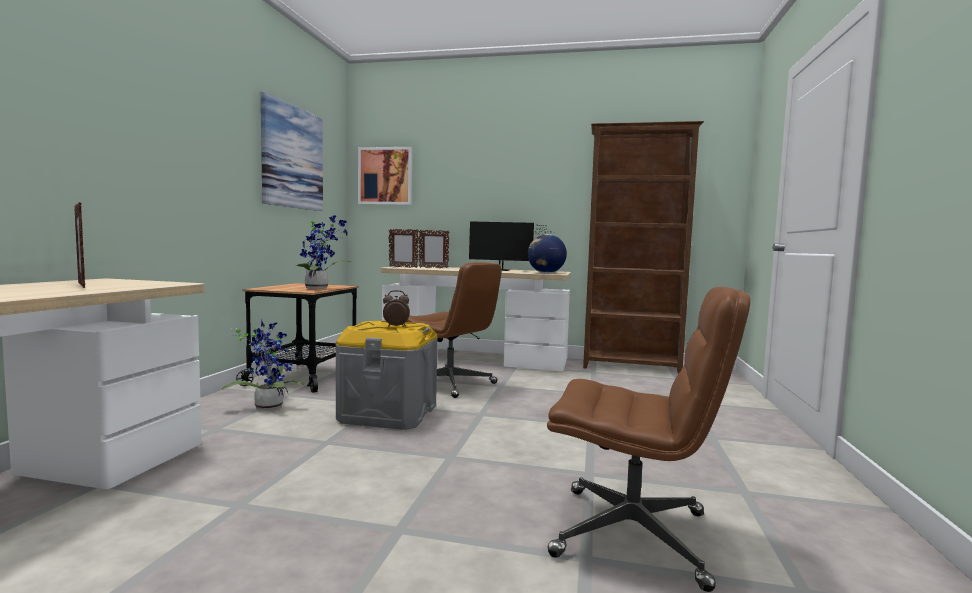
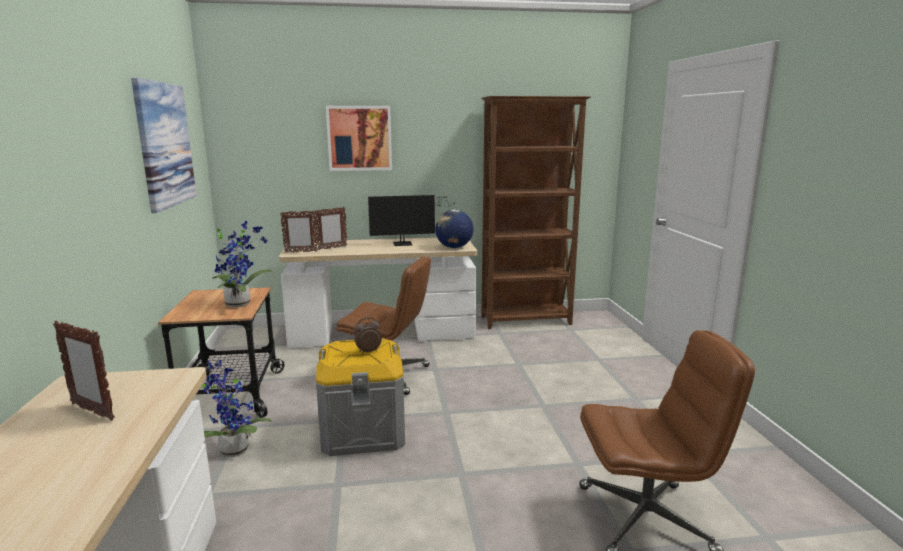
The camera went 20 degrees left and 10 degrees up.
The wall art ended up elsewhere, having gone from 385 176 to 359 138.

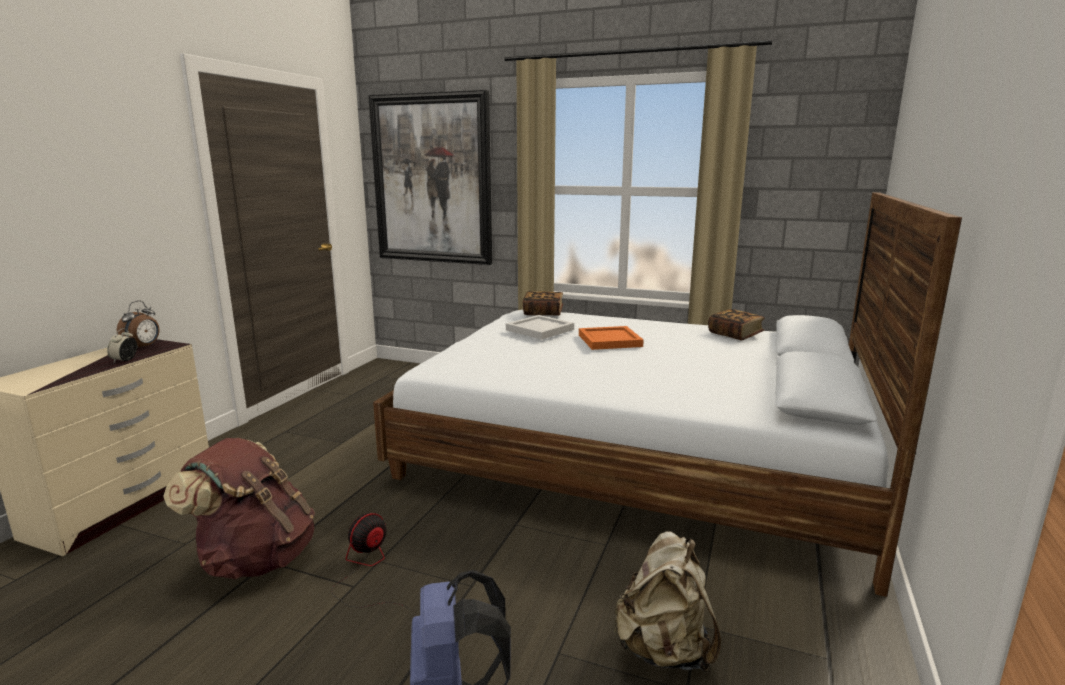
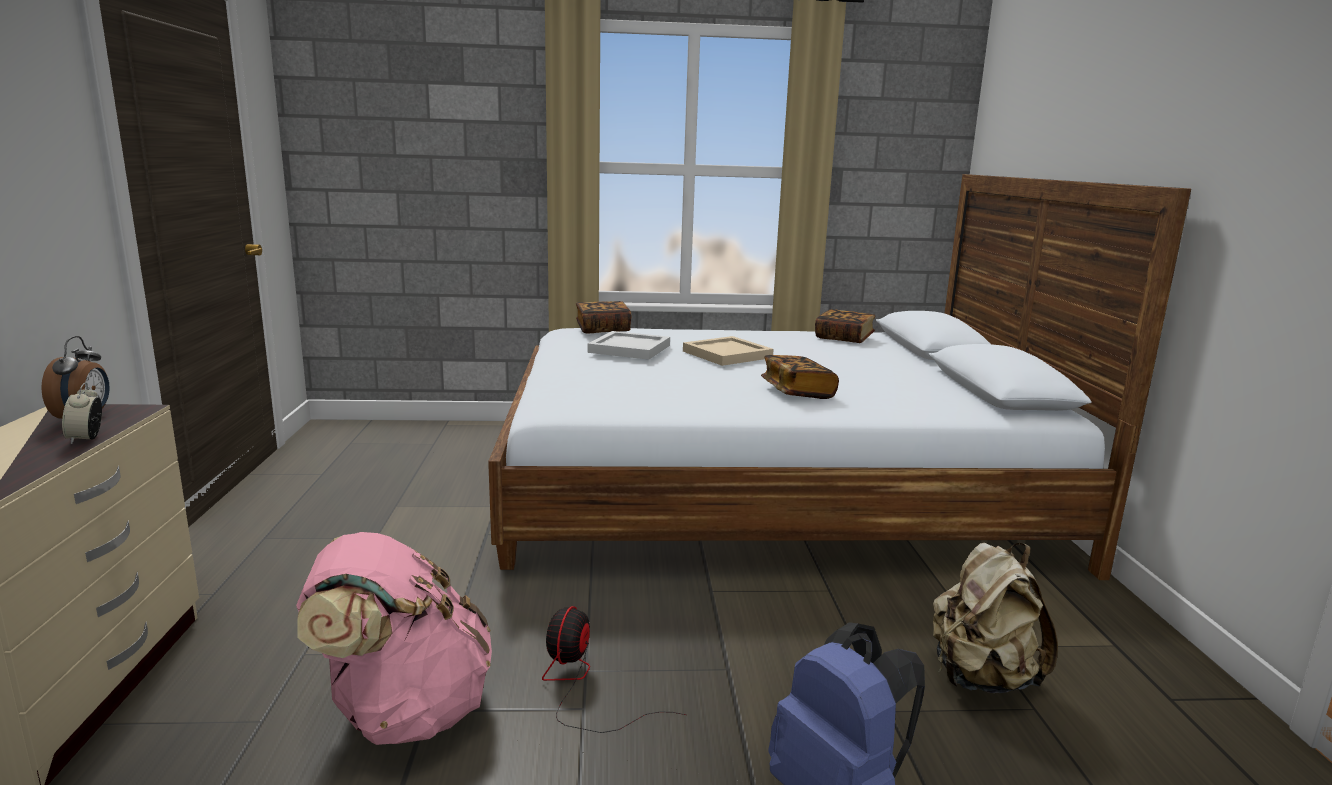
The camera went 25 degrees left and 0 degrees up.
The second view lost the wall art at 432 180.
What was the serving tray/orange-coloured at 610 340 turned into the serving tray/beige at 727 354.
What was the rucksack/brown-coloured at 255 559 turned into the rucksack/pink at 403 712.
The second view gained the book at 797 392.

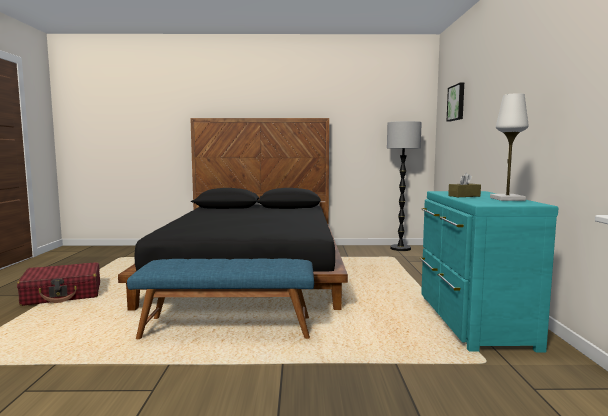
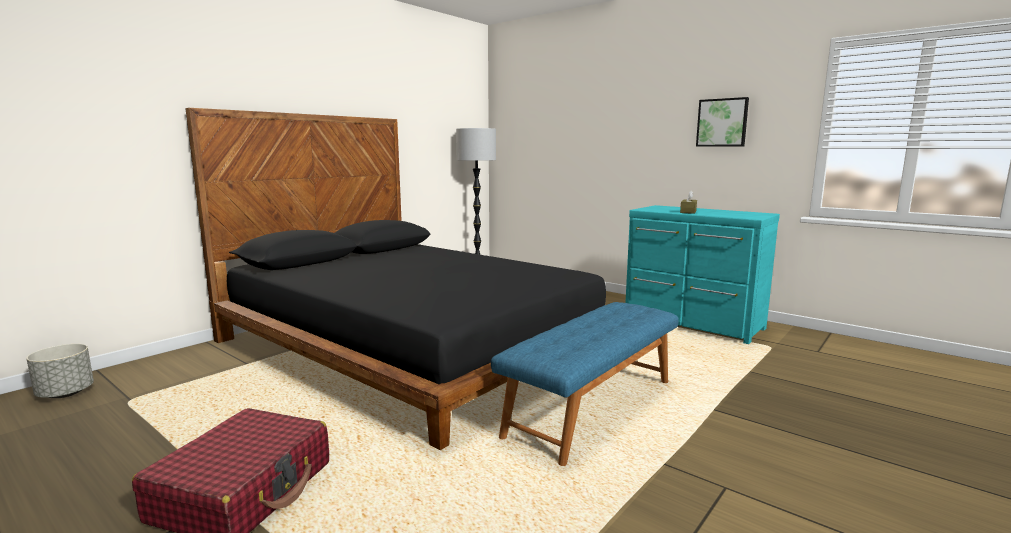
The camera went 50 degrees left and 5 degrees up.
The wall art ended up elsewhere, having gone from 457 102 to 722 122.
The second view lost the tabletop lamp/white-coloured at 507 199.
The second view gained the plant pot/grey at 65 394.

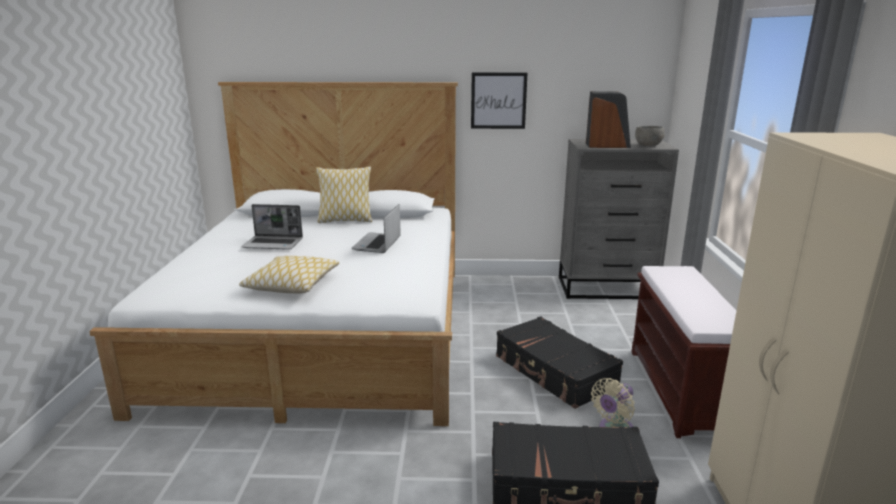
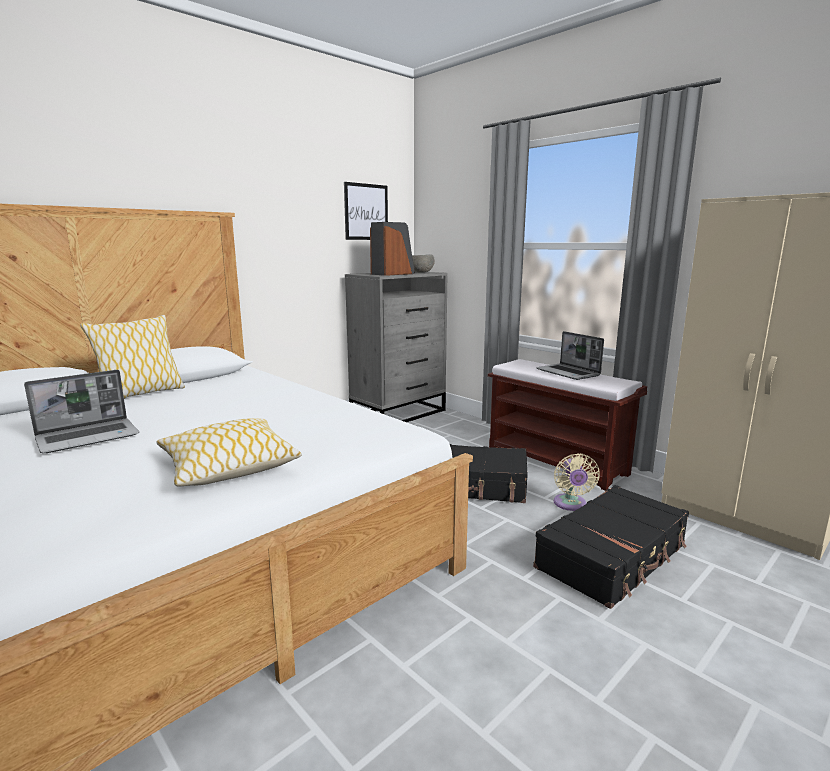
The camera went 45 degrees left and 5 degrees down.
The wall art ended up elsewhere, having gone from 498 100 to 366 212.
The notebook computer ended up elsewhere, having gone from 377 244 to 568 373.

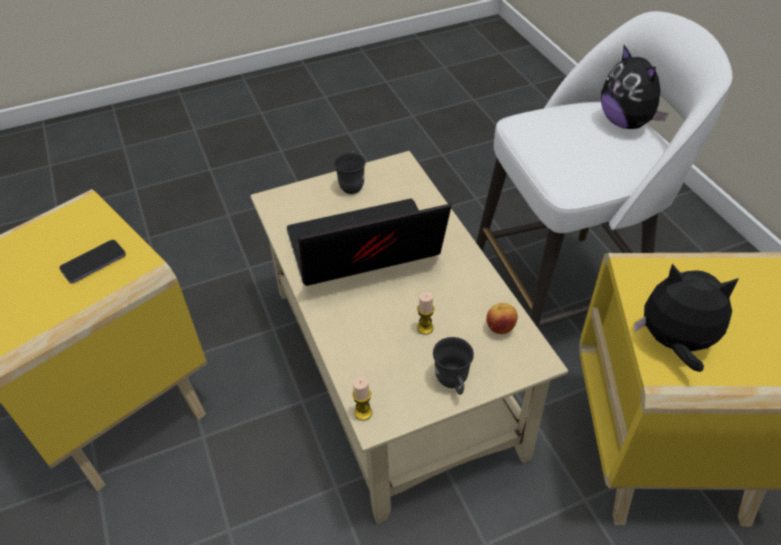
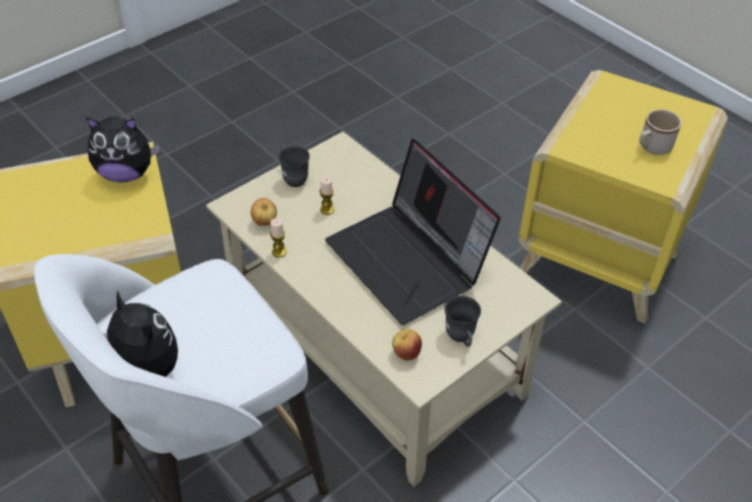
The camera went 160 degrees right and 0 degrees up.
The notebook computer at 362 253 ended up facing another way, 90 degrees clockwise from before.
The second view lost the handset at 93 262.
The wax light ended up elsewhere, having gone from 363 412 to 279 252.
The second view gained the mug/beige at 651 148.
The second view gained the apple at 406 354.

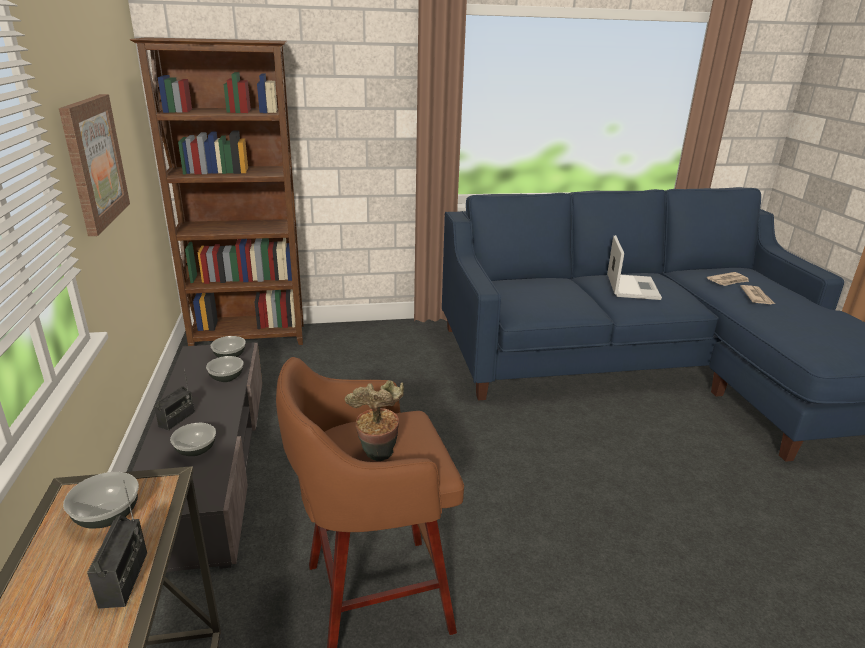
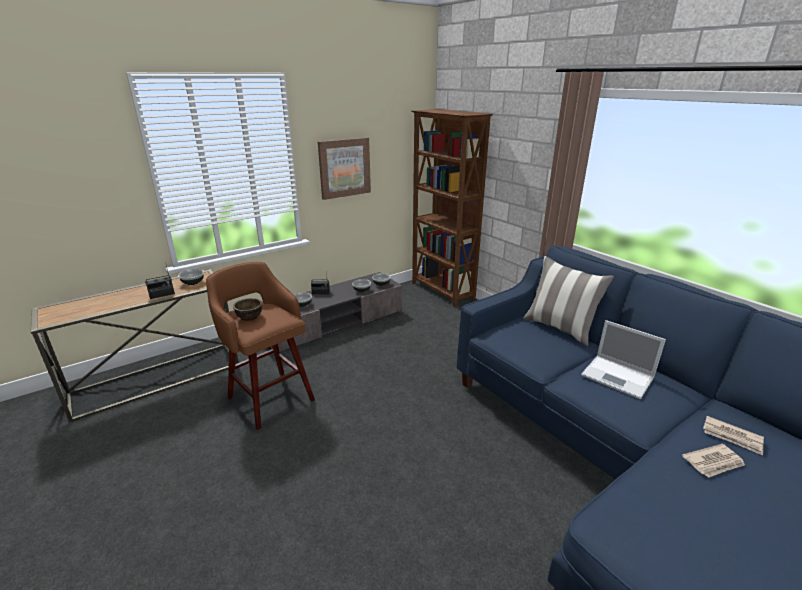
The camera went 65 degrees right and 0 degrees up.
The notebook computer at 632 287 ended up facing another way, 60 degrees clockwise from before.
Where the houseplant stood at 377 456, the serving bowl/brown-coloured came to stand at 249 317.
The second view gained the cushion at 560 328.

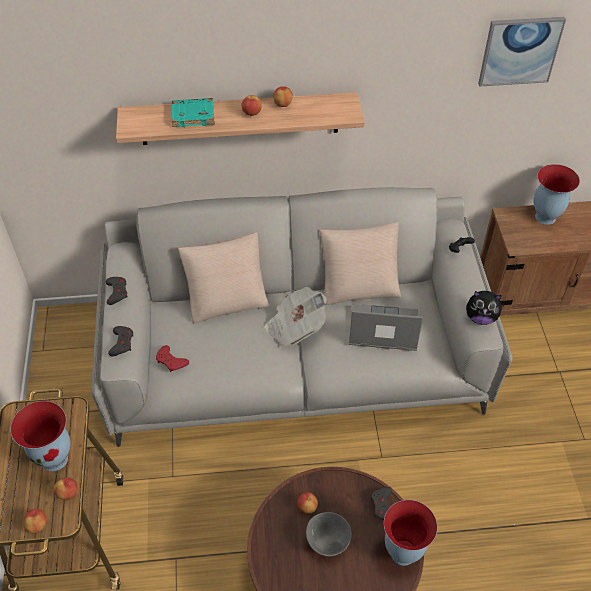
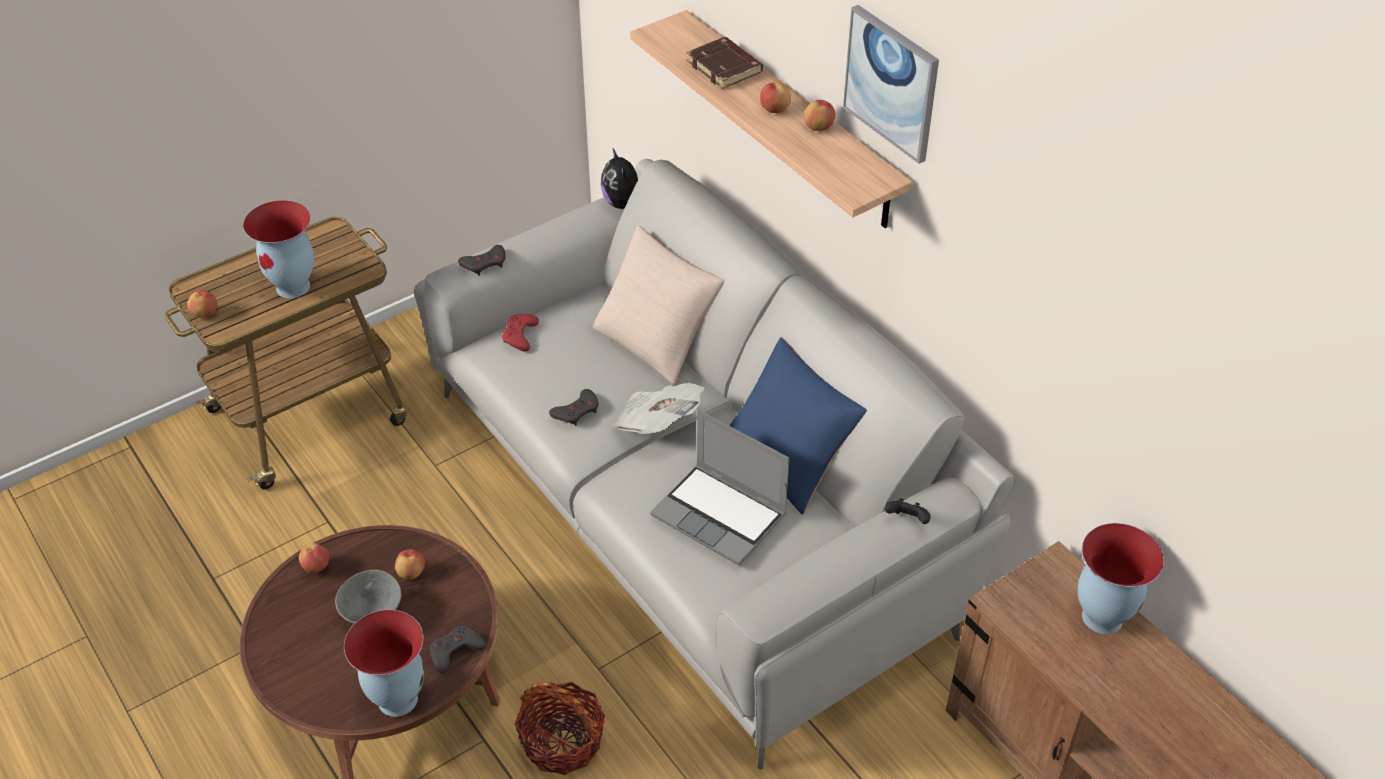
The camera went 60 degrees right and 5 degrees down.
The wall art ended up elsewhere, having gone from 520 51 to 891 83.
What was the book/blue-green at 193 115 turned into the book/brown-coloured at 725 68.
What was the cushion/beige at 359 284 turned into the cushion/blue at 789 460.
The joypad/grey ended up elsewhere, having gone from 117 292 to 576 411.
The plush toy ended up elsewhere, having gone from 480 318 to 623 203.
The notebook computer at 382 330 ended up facing another way, 150 degrees clockwise from before.
The apple ended up elsewhere, having gone from 68 493 to 316 567.
The second view gained the basket at 562 742.

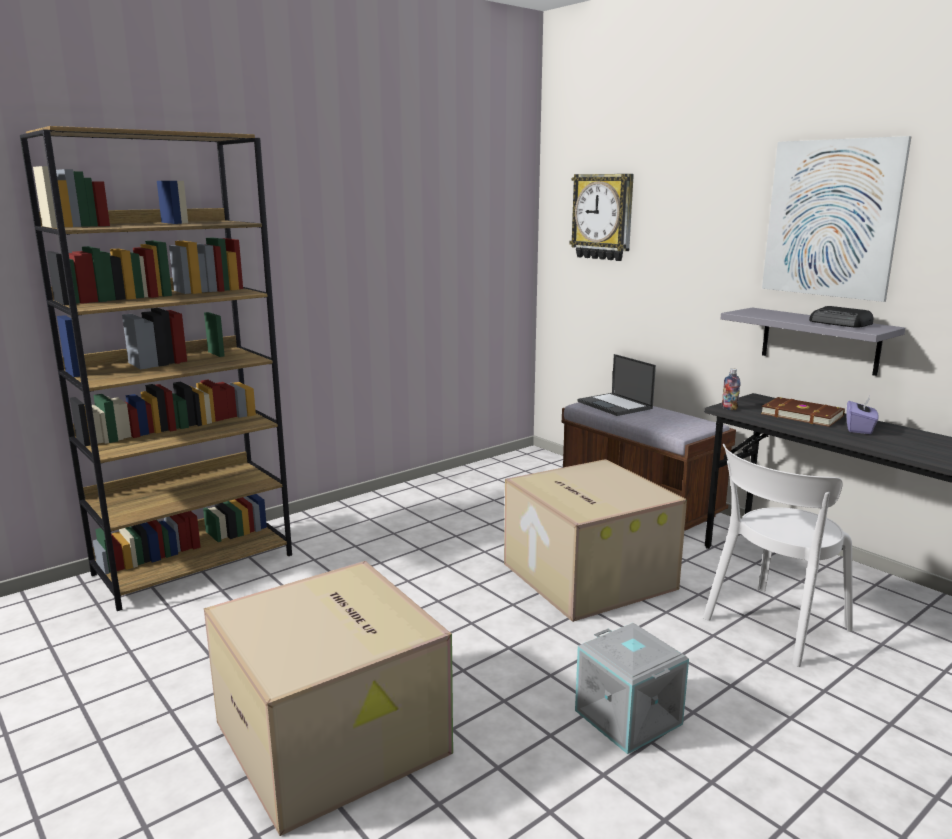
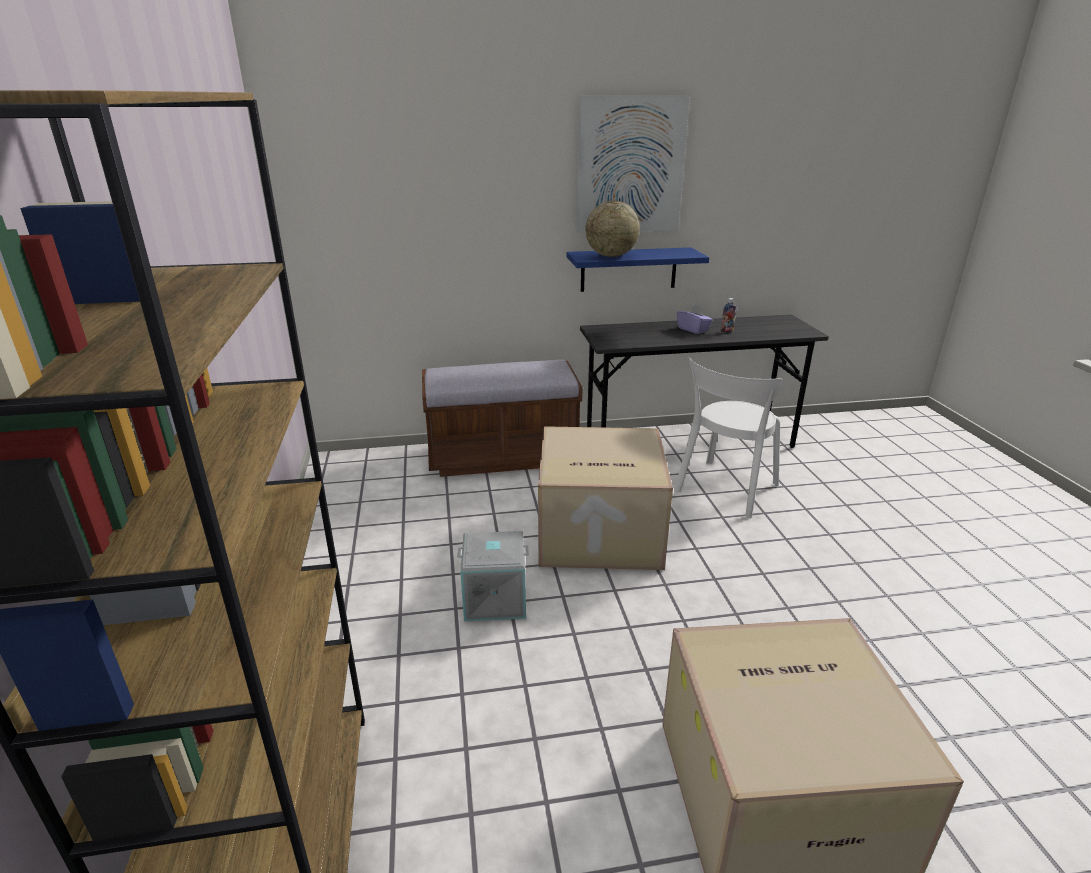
The camera went 60 degrees left and 10 degrees up.
The second view lost the hanging clock at 603 217.
The second view lost the radio at 840 323.
What was the shelf/grey at 819 340 turned into the shelf/blue at 628 269.
The second view lost the notebook computer at 615 405.
The beverage bottle ended up elsewhere, having gone from 729 408 to 727 331.
The second view lost the book/brown-coloured at 802 415.
The plain chair/white-coloured at 772 626 ended up facing another way, 45 degrees clockwise from before.
The storage box/grey ended up elsewhere, having gone from 630 717 to 495 598.
The second view gained the globe at 611 256.

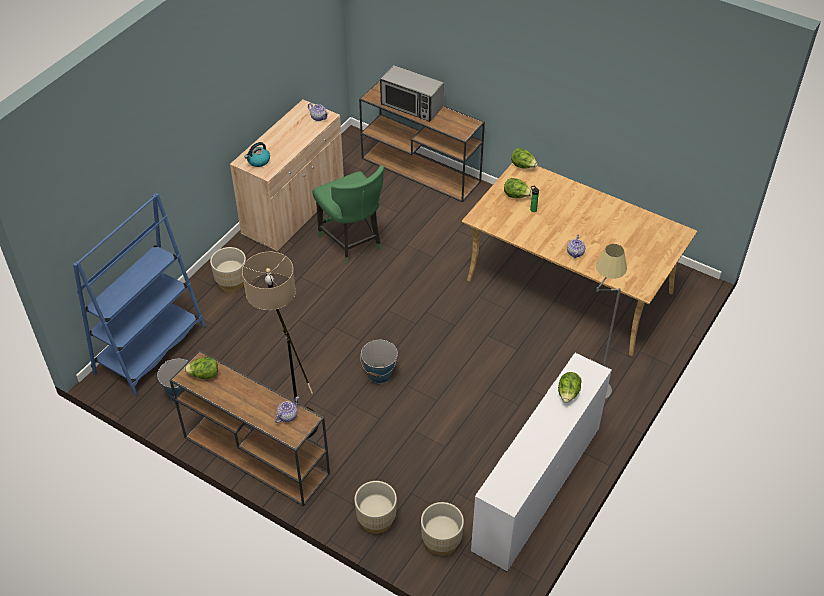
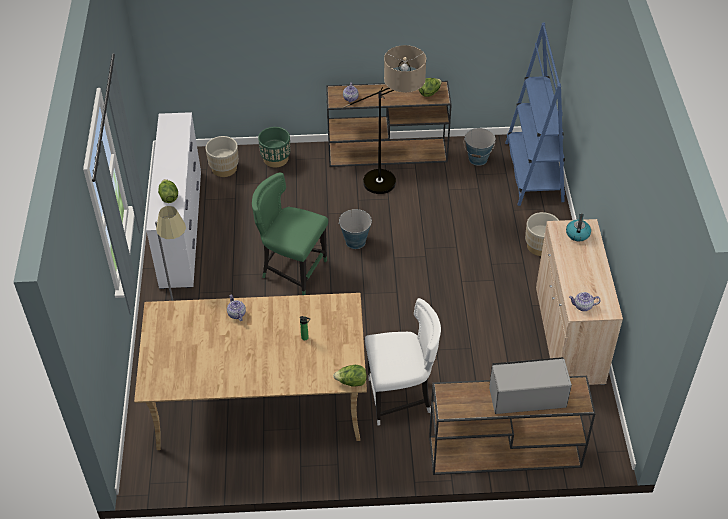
The camera went 145 degrees right and 0 degrees up.
The plain chair/green ended up elsewhere, having gone from 352 242 to 292 270.
The second view lost the lettuce head at 516 196.
What was the plant pot/beige at 376 519 turned into the plant pot/green at 276 159.
The second view gained the plain chair/white-coloured at 401 398.

